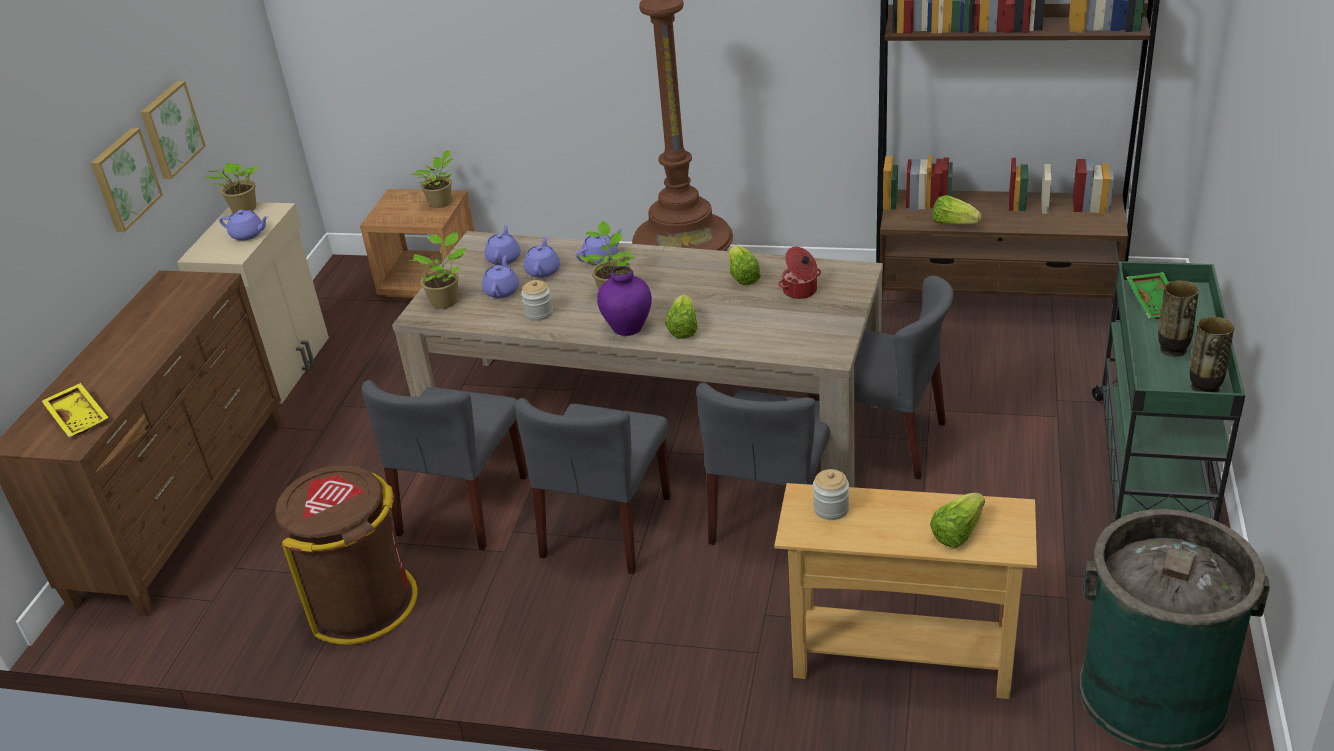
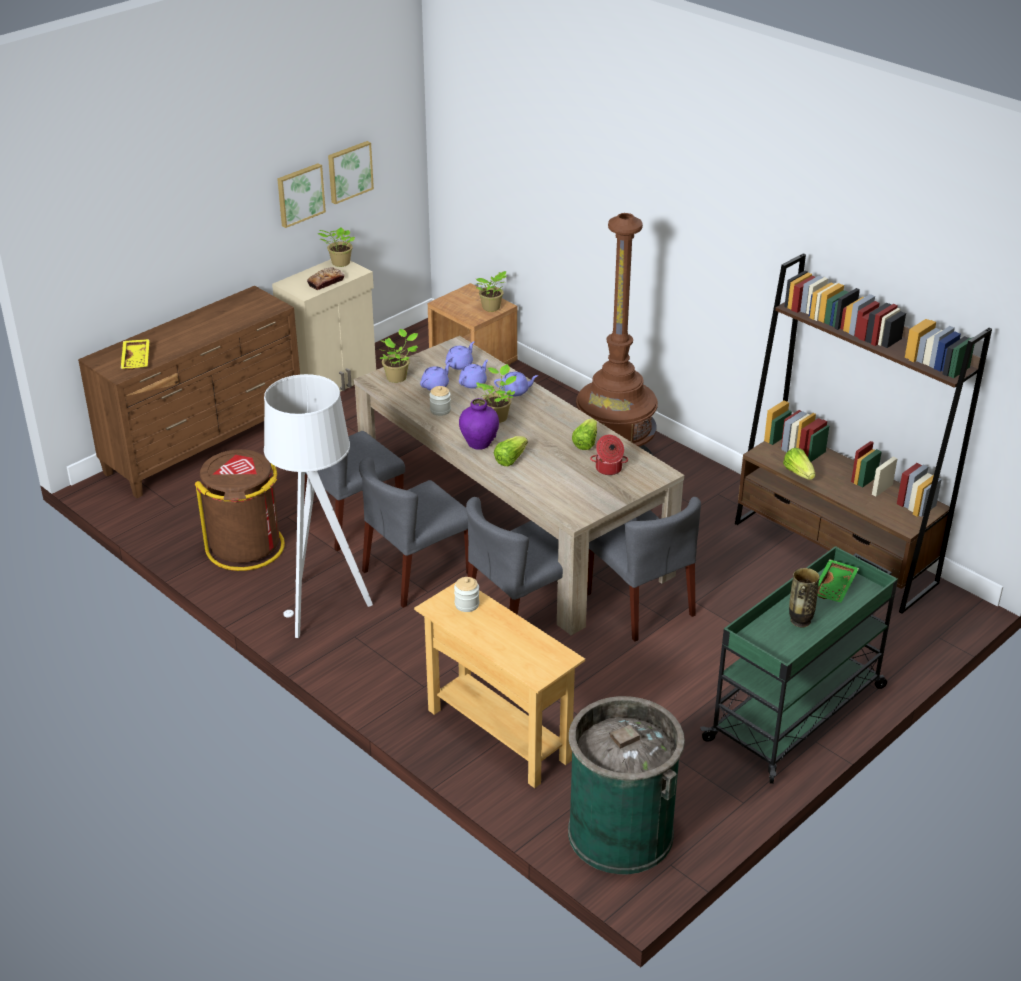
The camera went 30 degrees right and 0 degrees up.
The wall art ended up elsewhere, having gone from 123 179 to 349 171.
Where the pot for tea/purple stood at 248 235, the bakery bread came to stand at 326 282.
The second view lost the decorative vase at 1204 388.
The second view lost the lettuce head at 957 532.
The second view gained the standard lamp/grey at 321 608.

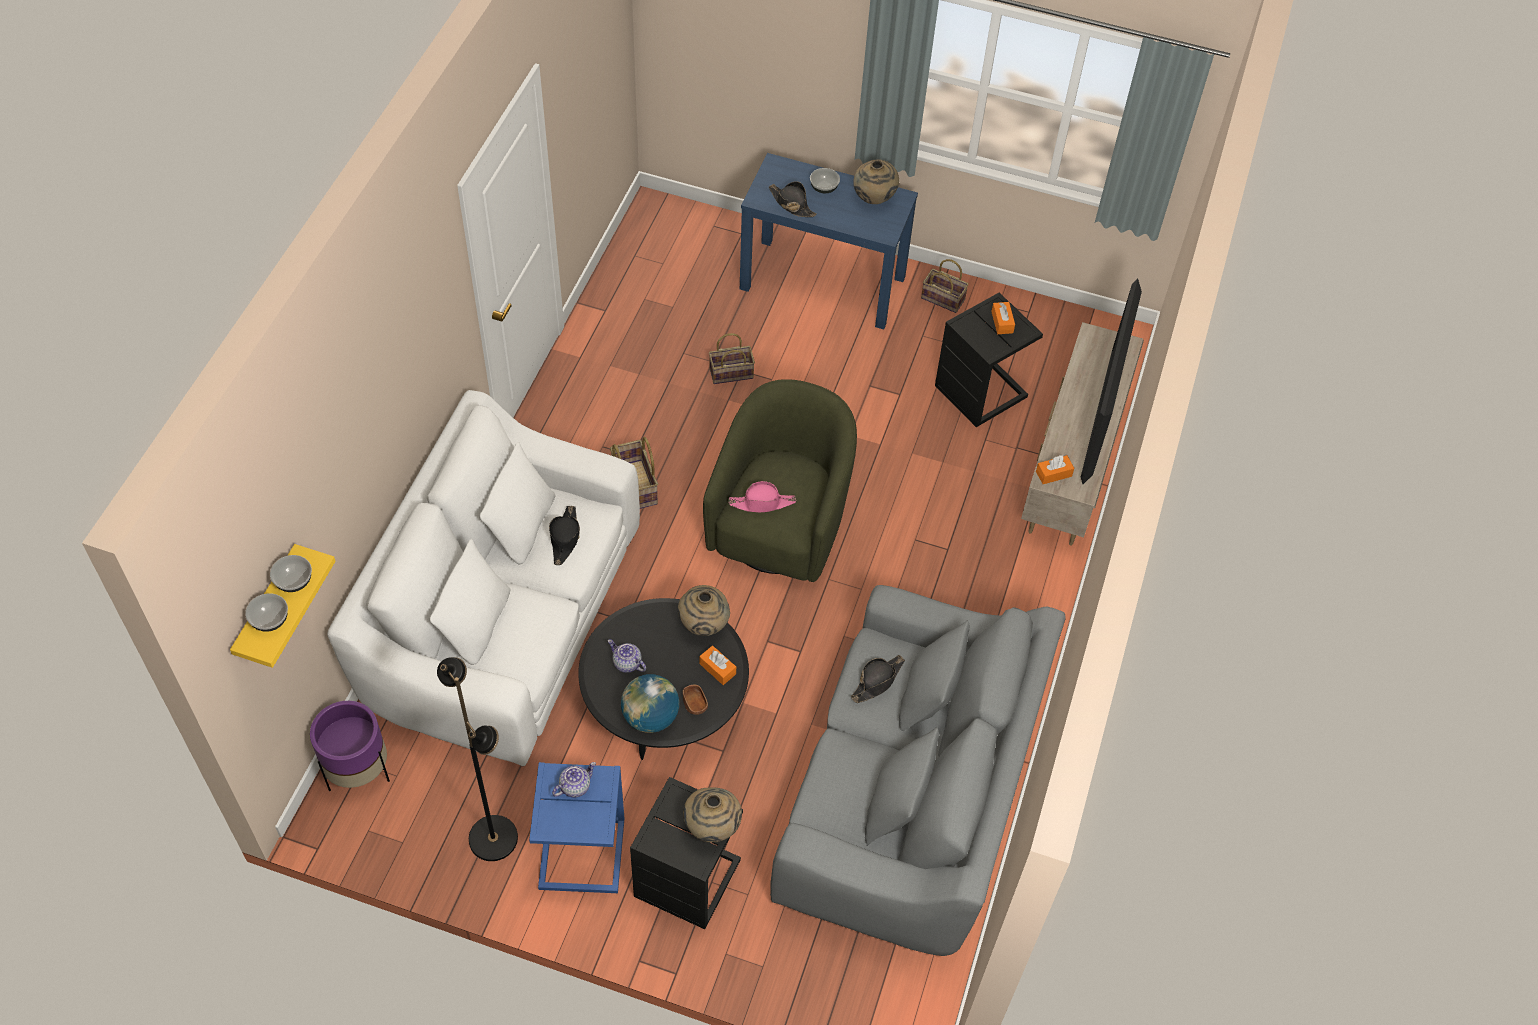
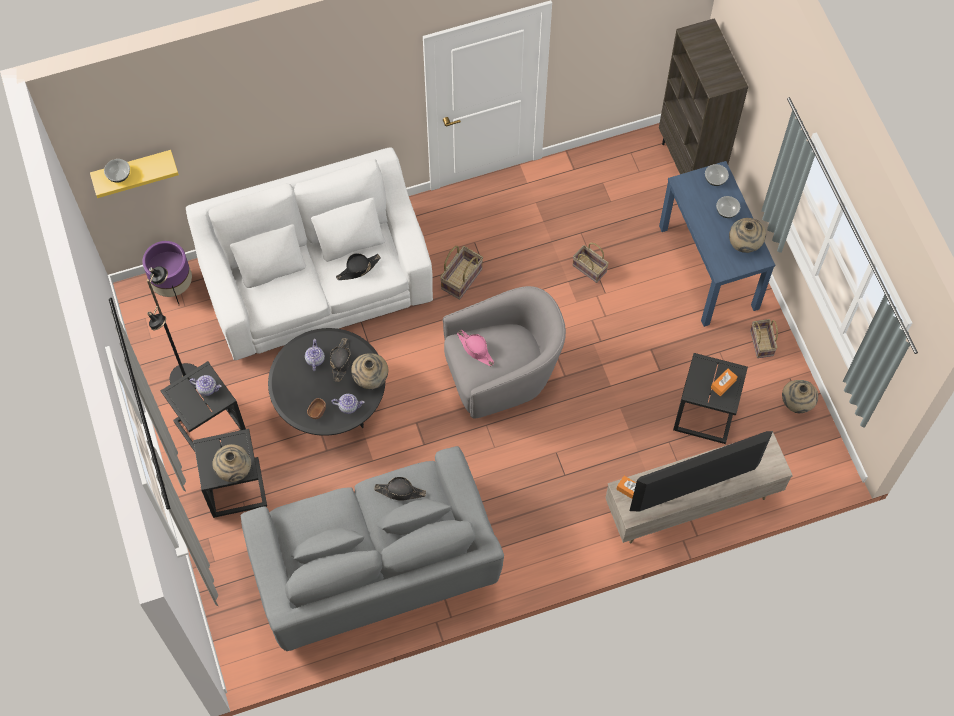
The camera went 55 degrees right and 10 degrees up.
The hat/black ended up elsewhere, having gone from 791 204 to 341 361.
What was the armchair/green at 781 524 turned into the armchair/grey at 503 373.
The serving bowl ended up elsewhere, having gone from 294 581 to 715 179.
Where the box of tissues/orange-coloured stood at 717 669, the pot for tea came to stand at 349 406.
The second view lost the globe at 650 717.
What was the accent table/blue at 580 855 turned into the accent table/black at 208 426.
The second view gained the shelving unit/brown-coloured at 689 165.
The second view gained the decorative vase/beige at 796 404.

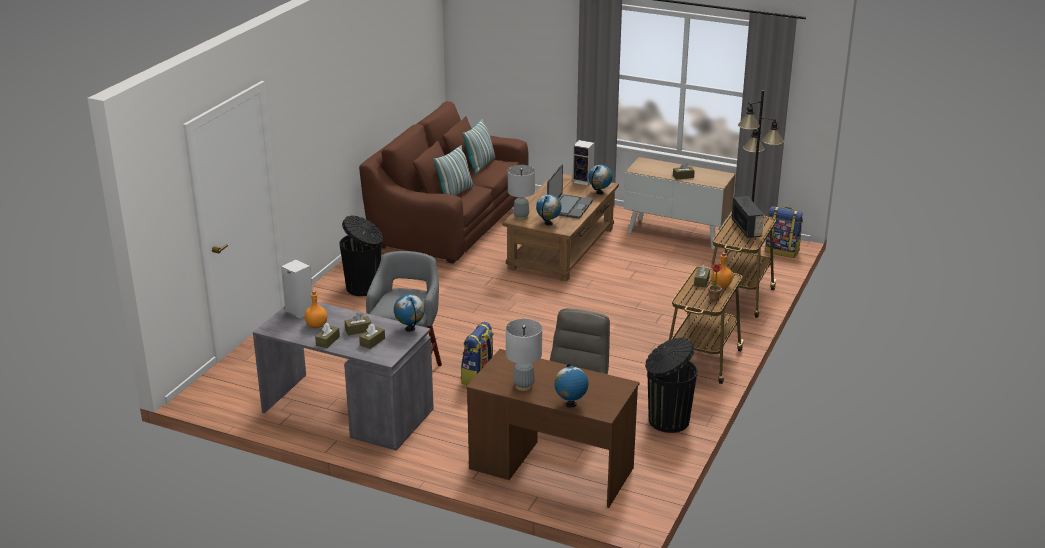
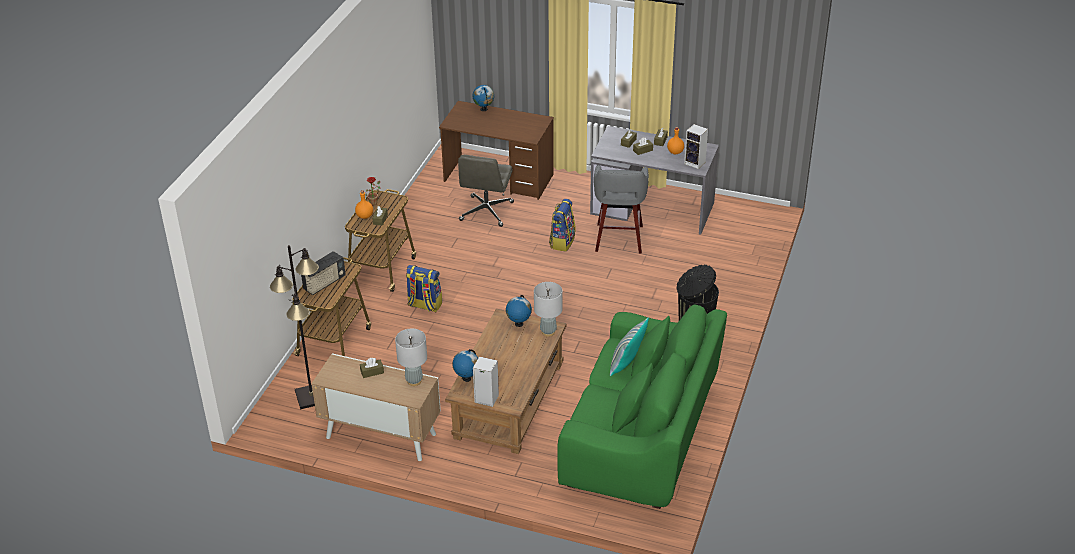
The camera went 175 degrees right and 10 degrees up.
What was the settee/brown-coloured at 450 222 turned into the settee/green at 641 435.
The second view lost the cushion at 480 165.
The second view lost the notebook computer at 569 207.
The radio at 747 229 ended up facing another way, 120 degrees counterclockwise from before.
The rucksack ended up elsewhere, having gone from 782 251 to 424 305.
The second view lost the globe at 410 329.
The tabletop lamp/grey ended up elsewhere, having gone from 524 386 to 414 381.
The second view lost the waste bin/black at 667 421.

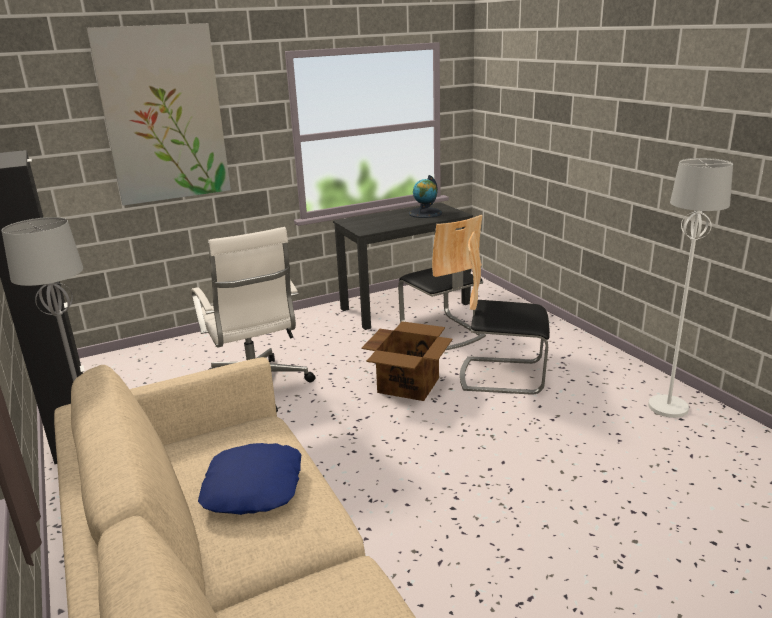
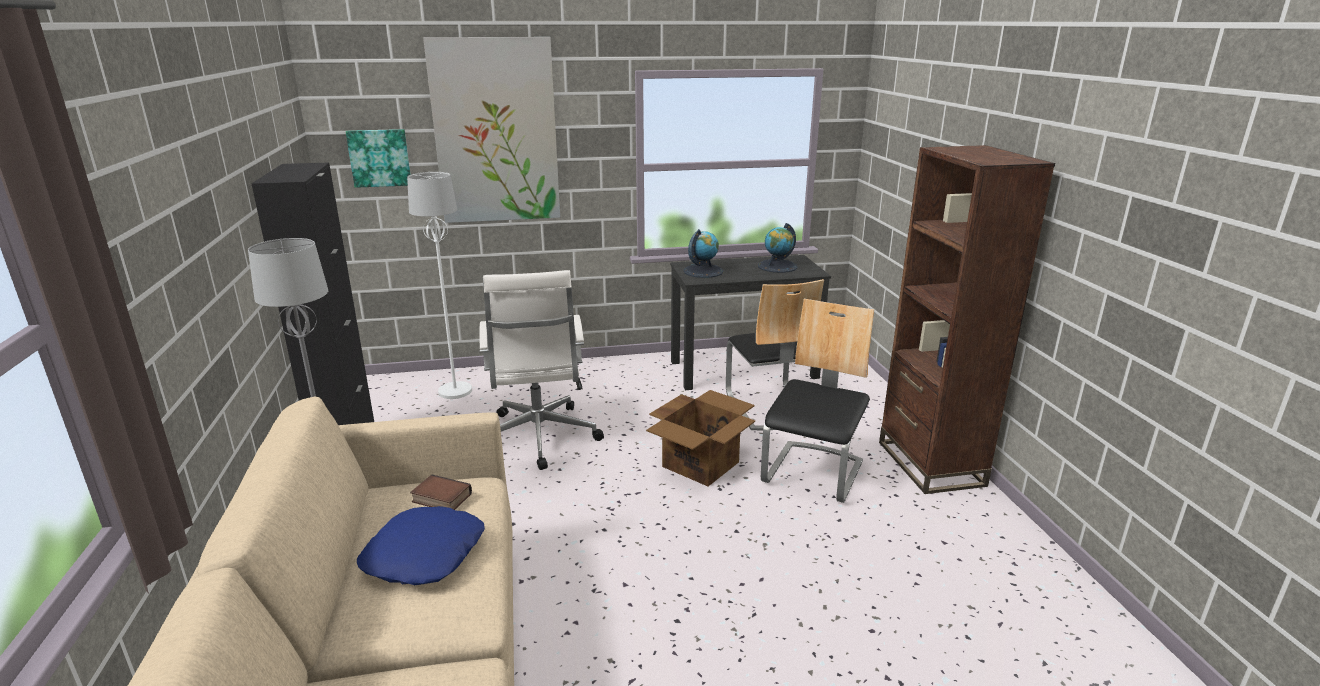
The camera went 15 degrees right and 0 degrees up.
The standard lamp/white-coloured ended up elsewhere, having gone from 668 407 to 455 391.
The plain chair at 502 375 ended up facing another way, 90 degrees clockwise from before.
The second view gained the wall art at 379 158.
The second view gained the shelving unit/brown-coloured at 930 463.
The second view gained the globe at 703 271.
The second view gained the book at 440 498.

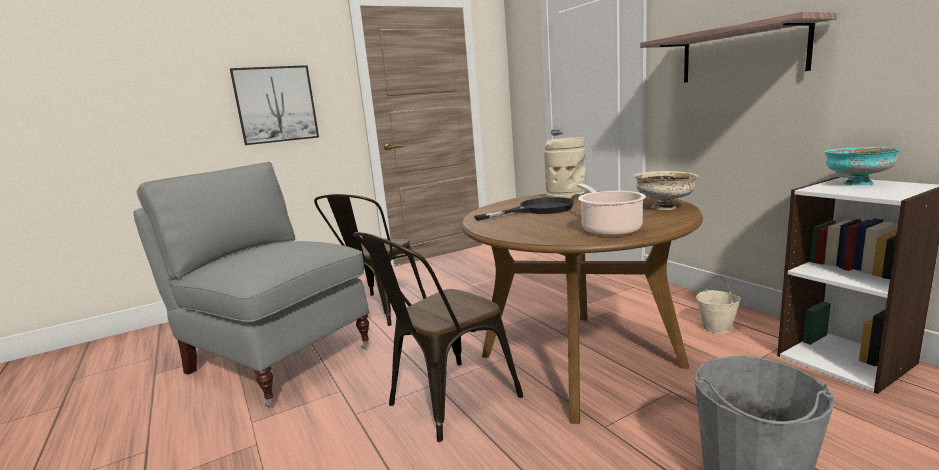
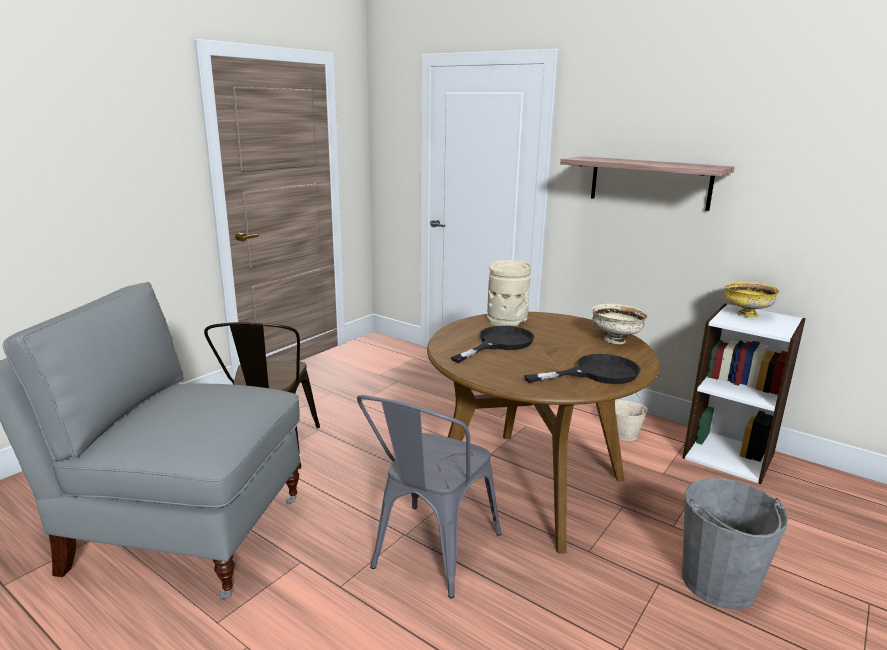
The camera went 25 degrees left and 5 degrees up.
The second view lost the wall art at 276 104.
What was the serving bowl/blue-green at 856 184 turned into the serving bowl/yellow-coloured at 746 314.
Where the stockpot stood at 609 229, the pan/black came to stand at 596 373.
What was the plain chair/brown-coloured at 444 403 turned into the plain chair/grey at 429 555.

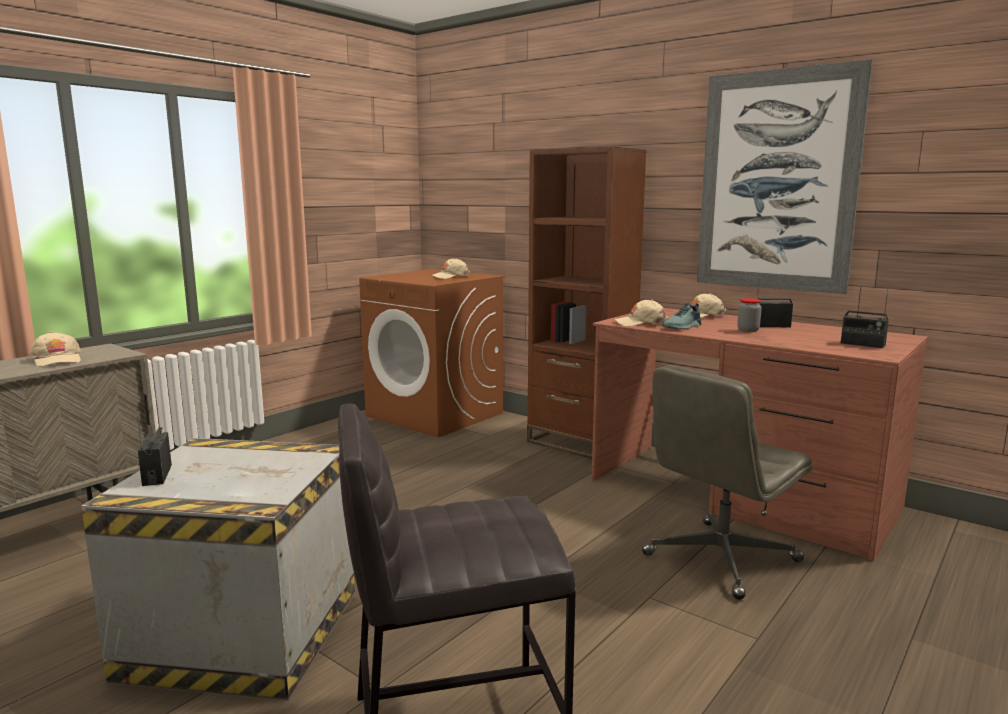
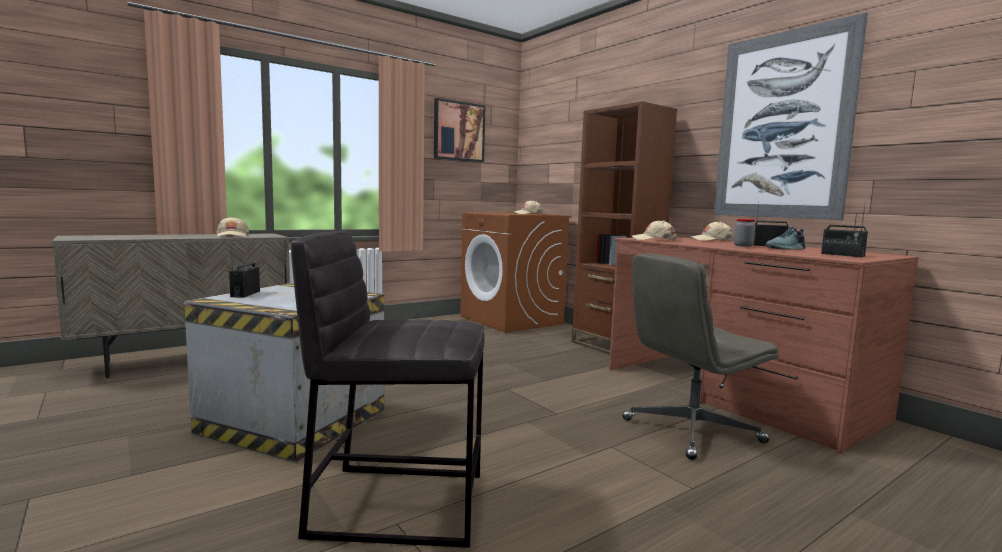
The camera went 15 degrees right and 5 degrees down.
The item of footwear ended up elsewhere, having gone from 683 327 to 786 249.
The second view gained the wall art at 459 131.

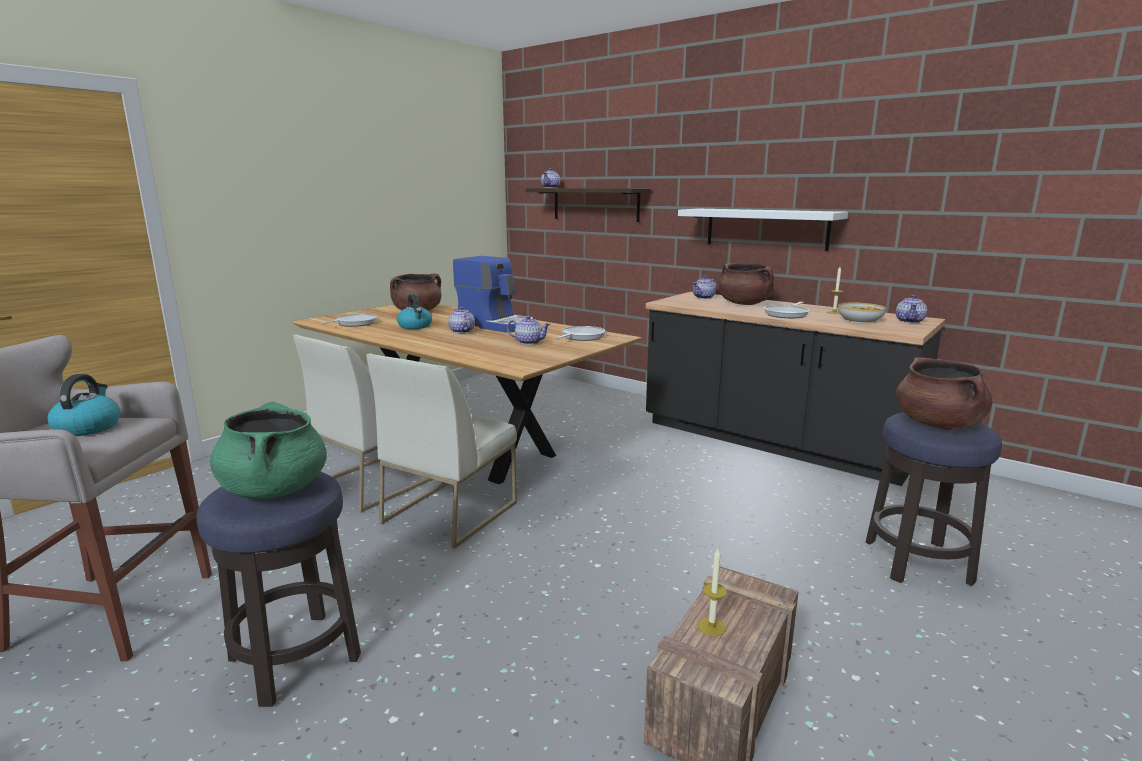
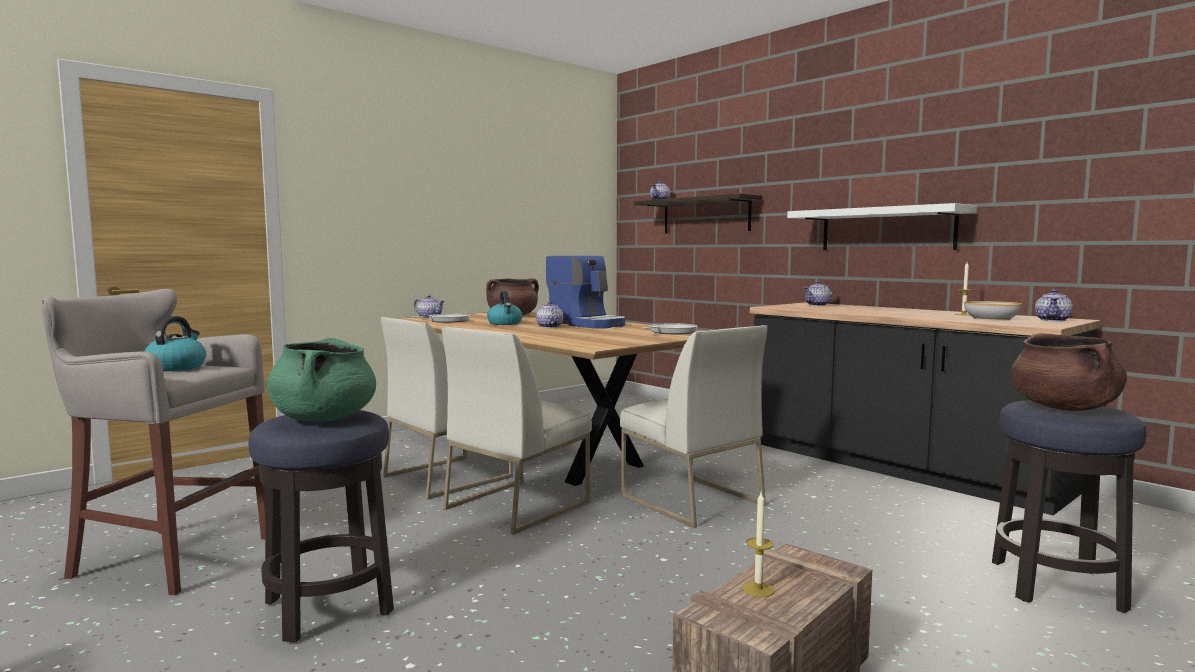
The camera went 10 degrees right and 10 degrees down.
The second view lost the stockpot/brown-coloured at 744 304.
The second view lost the pan at 787 314.
The pot for tea ended up elsewhere, having gone from 528 342 to 429 317.
The second view gained the plain chair/white-coloured at 690 500.

